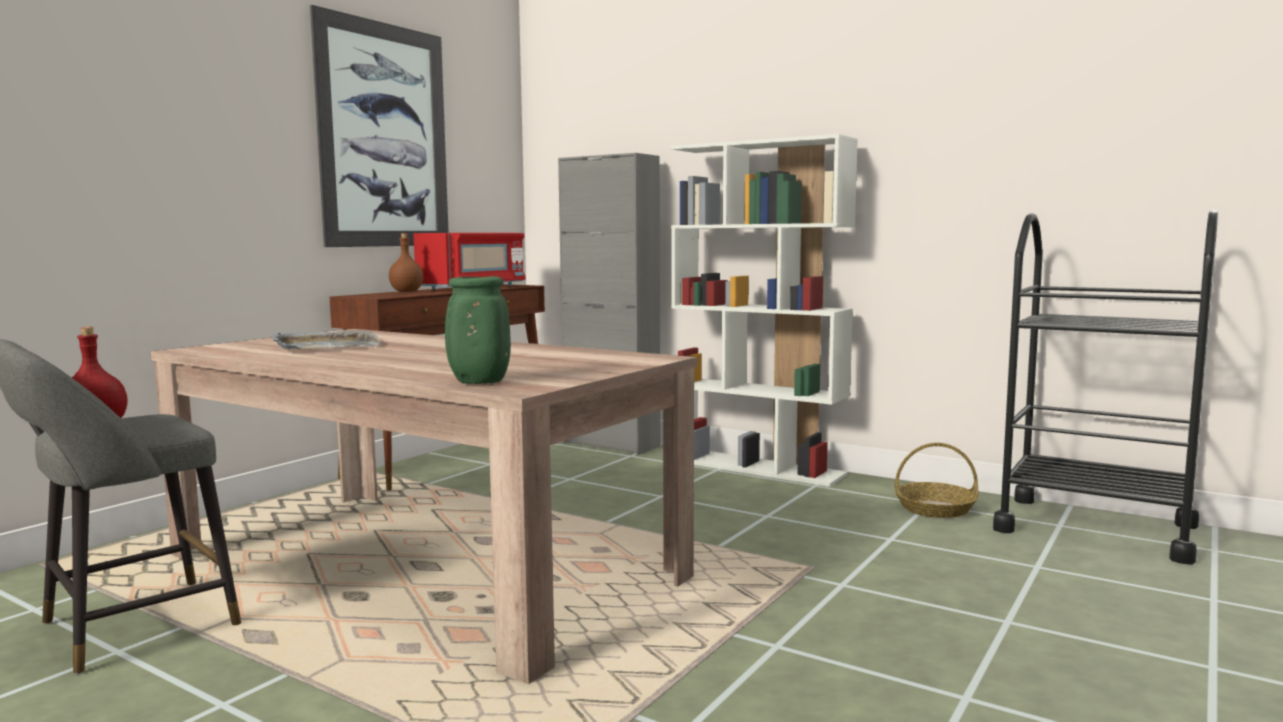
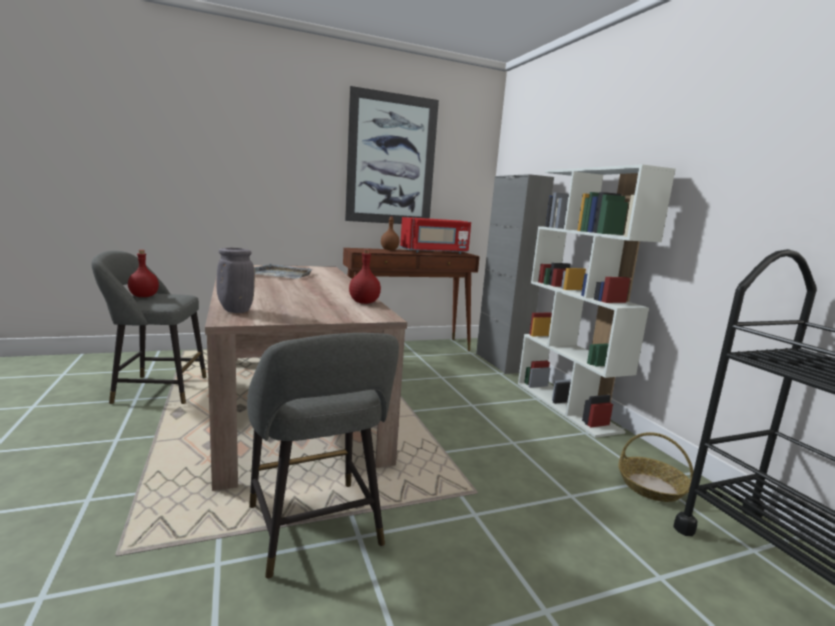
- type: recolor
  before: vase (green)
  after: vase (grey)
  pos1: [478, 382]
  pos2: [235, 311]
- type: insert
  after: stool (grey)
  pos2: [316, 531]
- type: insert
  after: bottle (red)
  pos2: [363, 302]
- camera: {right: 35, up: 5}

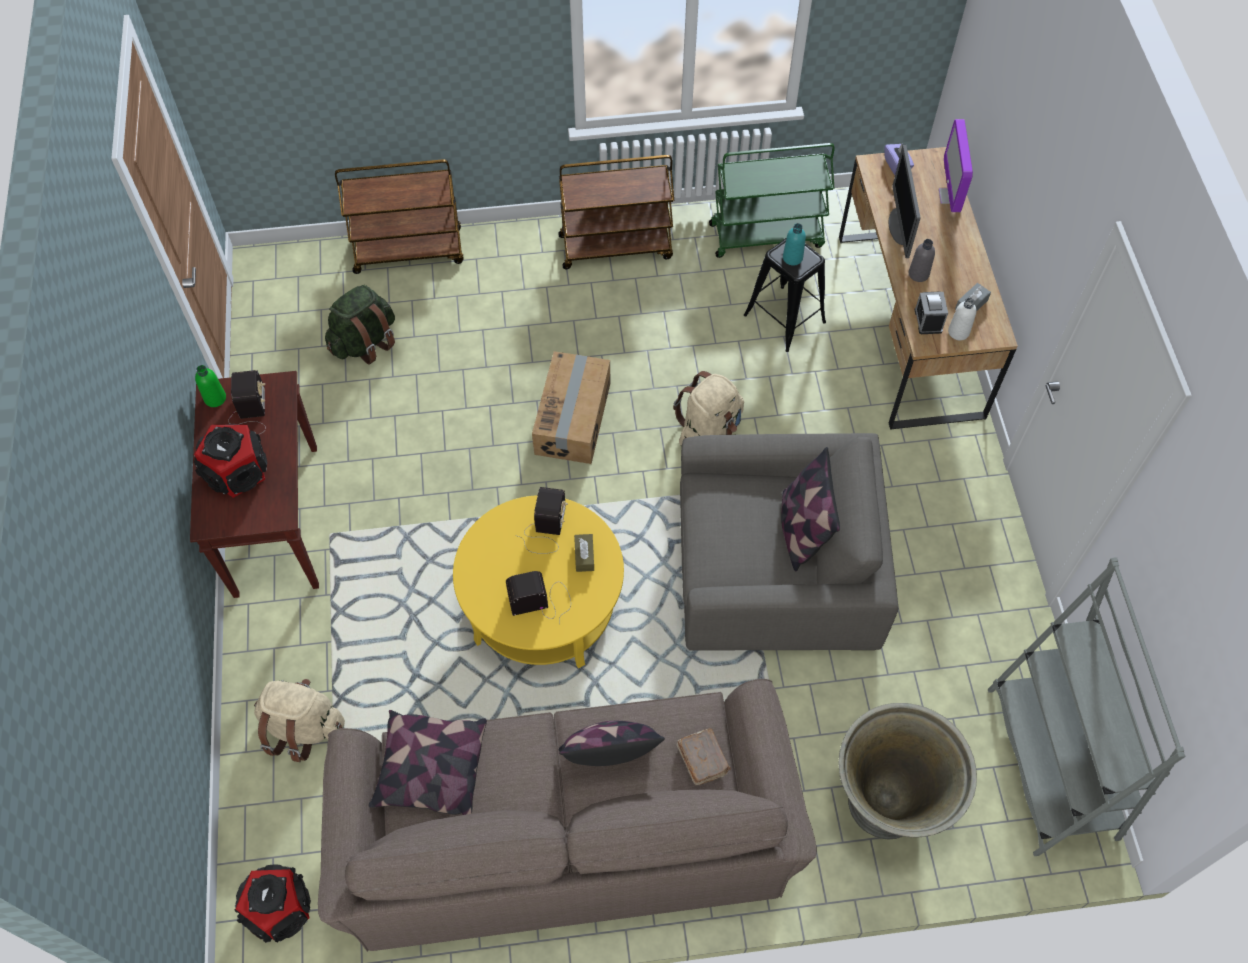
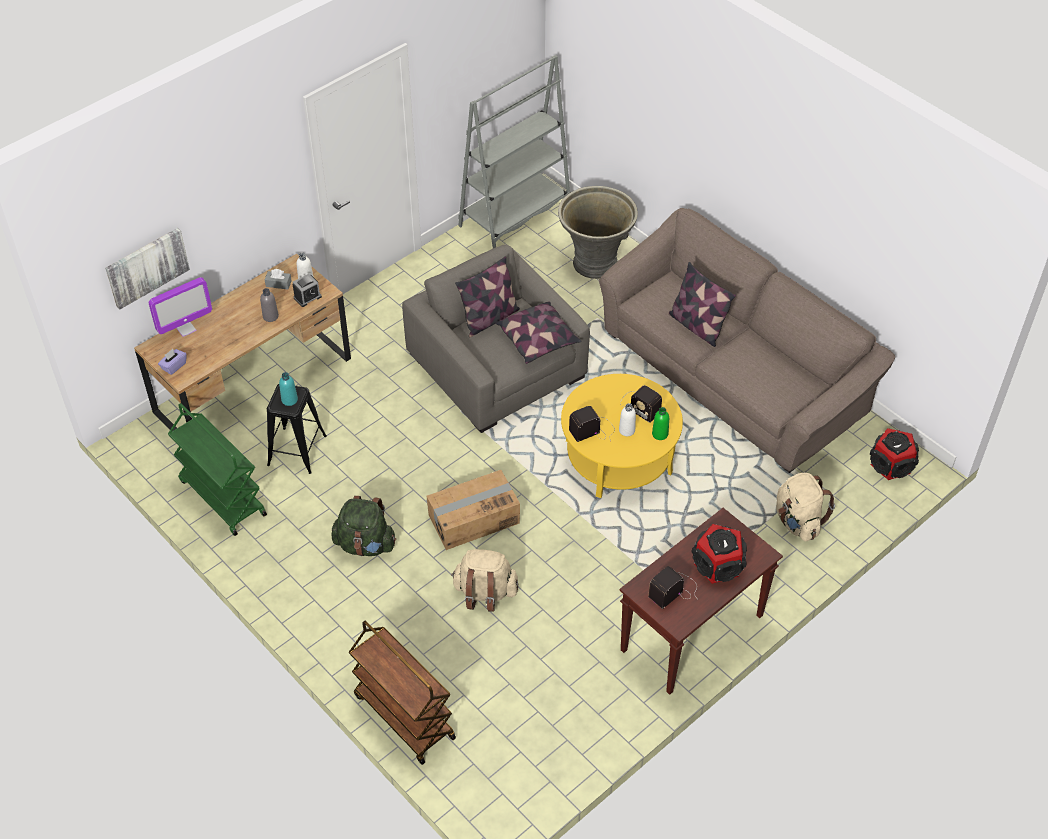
- type: move
  before: bottle (green)
  pos1: [215, 398]
  pos2: [660, 434]
- type: move
  before: backpack (green)
  pos1: [364, 342]
  pos2: [365, 544]
- type: move
  before: pillow
  pos1: [430, 769]
  pos2: [539, 340]
- type: delete
  before: cart (brown)
  pos1: [616, 246]
- type: delete
  before: tissue box (brown)
  pos1: [584, 556]
- type: move
  before: backpack (beige)
  pos1: [709, 431]
  pos2: [485, 593]
- type: delete
  before: book (brown)
  pos1: [702, 759]
- type: delete
  before: monitor
  pos1: [899, 227]
- type: insert
  after: picture
  pos2: [147, 267]
- type: insert
  after: bottle (white)
  pos2: [627, 430]
- camera: {right: -125, up: -10}

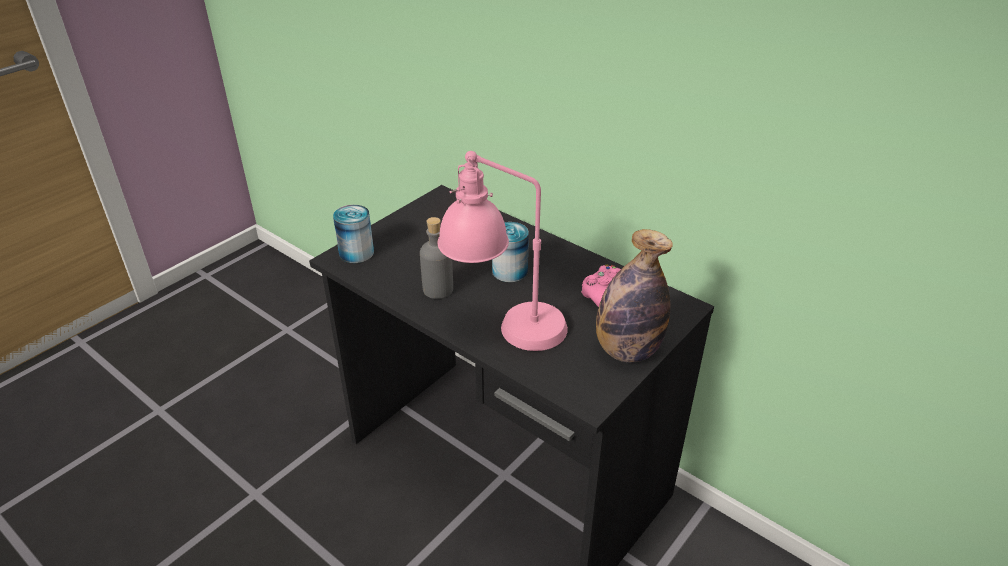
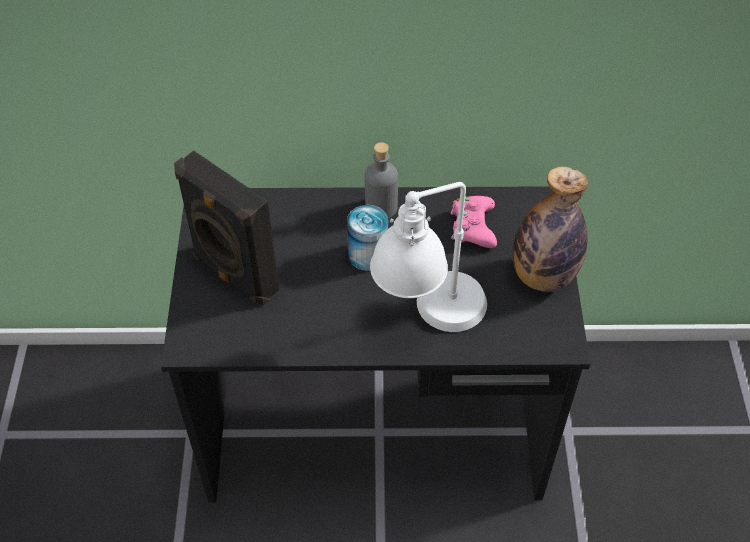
- type: delete
  before: can
  pos1: [356, 253]
- type: move
  before: bottle (grey)
  pos1: [438, 289]
  pos2: [381, 207]
- type: recolor
  before: table lamp (pink)
  after: table lamp (white)
  pos1: [504, 329]
  pos2: [429, 321]
- type: insert
  after: speaker (black)
  pos2: [234, 275]
- camera: {right: -40, up: 15}

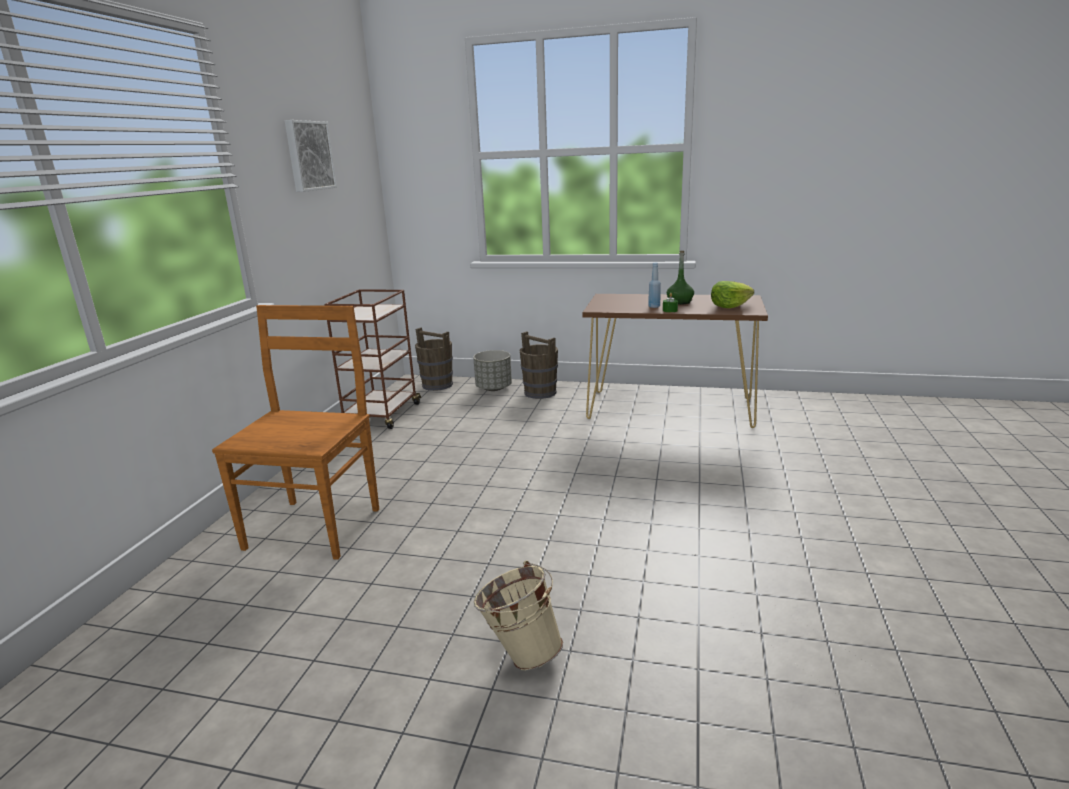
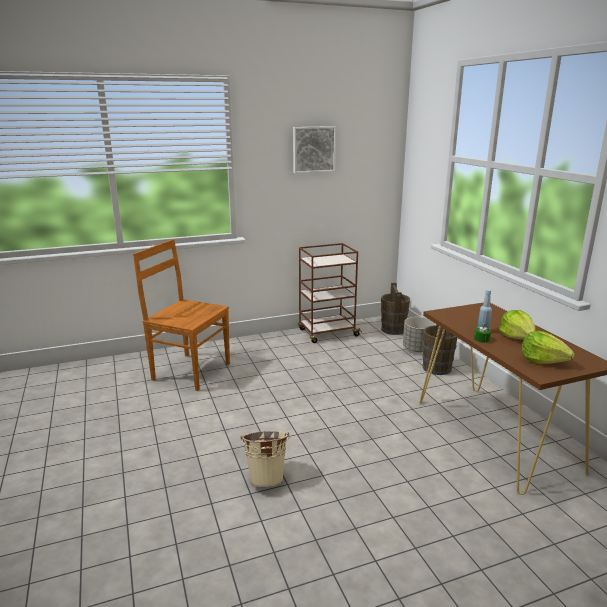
- type: rotate
  before: chair (brown)
  pos1: [315, 526]
  pos2: [189, 371]
  turn: -135
- type: move
  before: bucket (beige)
  pos1: [520, 653]
  pos2: [266, 478]
- type: replace
  before: bottle (green)
  after: lettuce
  pos1: [679, 302]
  pos2: [517, 337]
- camera: {right: 55, up: 0}

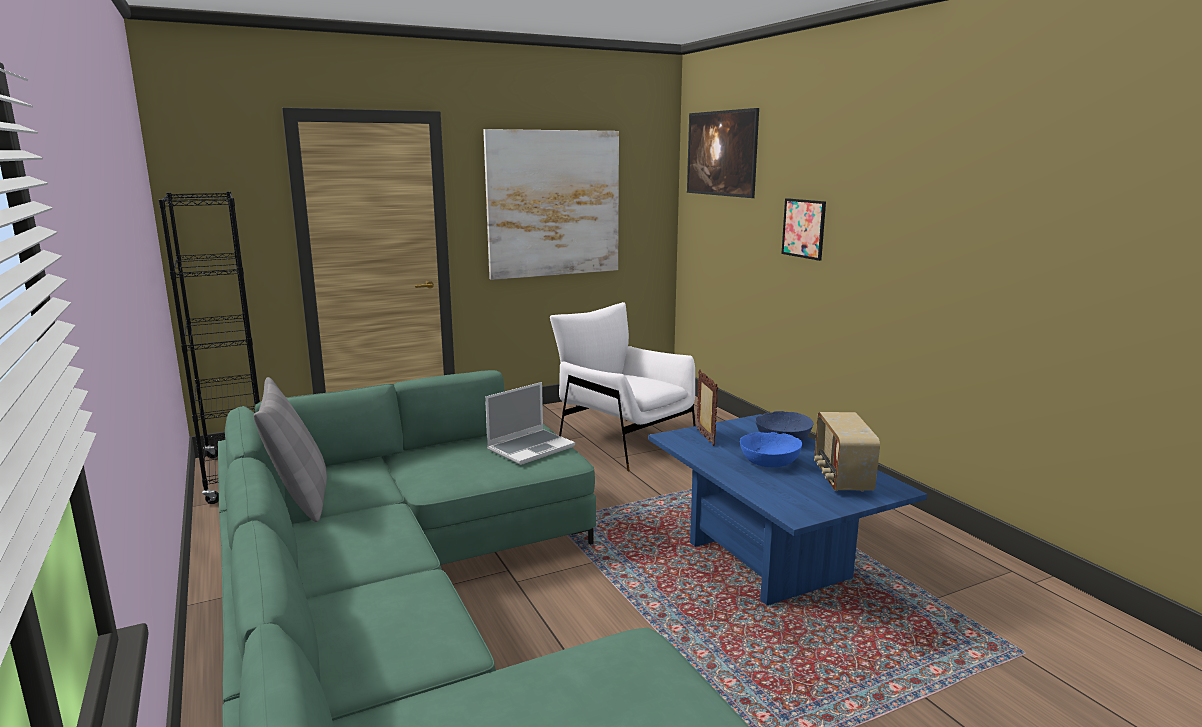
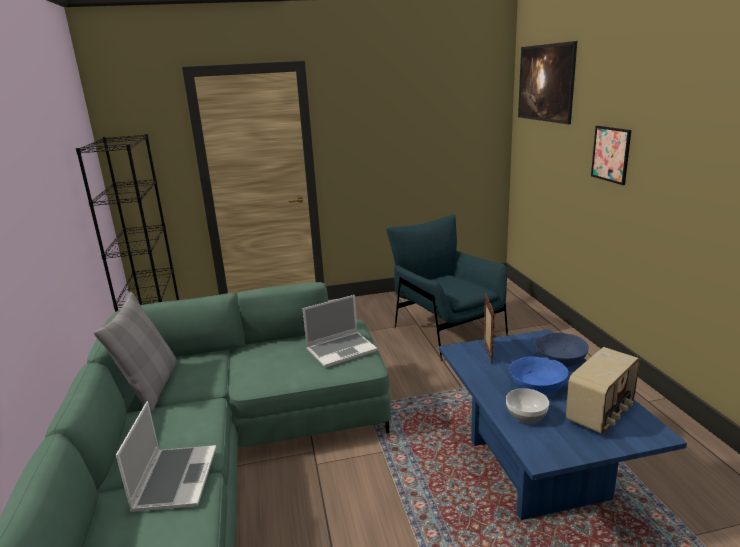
- type: delete
  before: picture
  pos1: [553, 204]
- type: recolor
  before: armchair (white)
  after: armchair (blue)
  pos1: [623, 442]
  pos2: [447, 331]
- type: rotate
  before: radio
  pos1: [841, 478]
  pos2: [601, 414]
  turn: -150
- type: insert
  after: laptop
  pos2: [175, 478]
- type: insert
  after: bowl
  pos2: [526, 415]
- camera: {right: 15, up: 5}

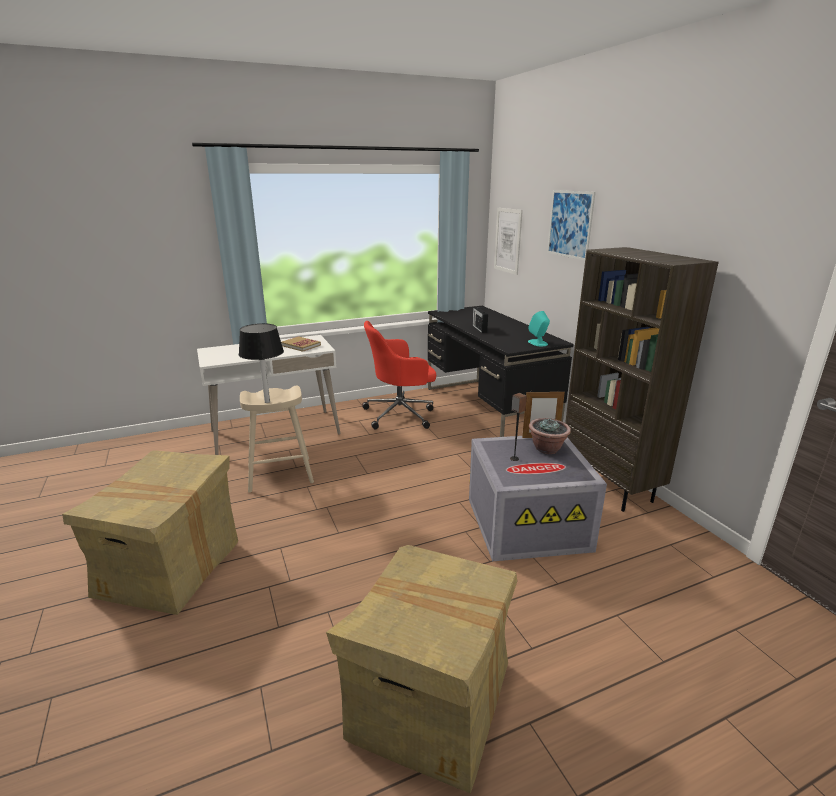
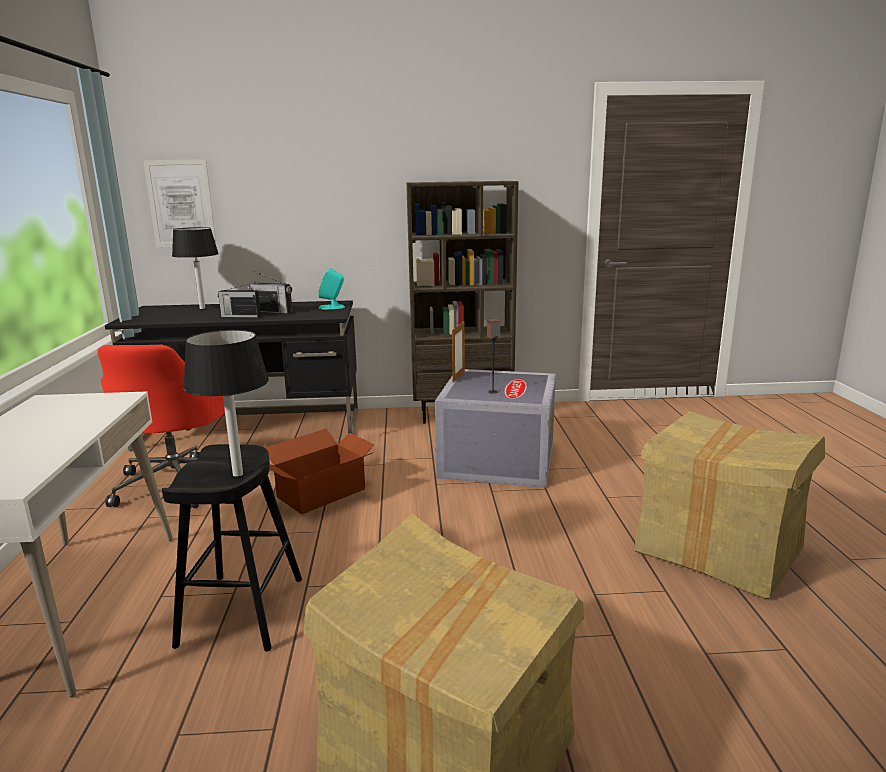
- type: recolor
  before: stool (beige)
  after: stool (black)
  pos1: [280, 474]
  pos2: [242, 611]
- type: delete
  before: book
  pos1: [300, 345]
- type: delete
  before: potted plant
  pos1: [547, 449]
- type: delete
  before: picture
  pos1: [570, 224]
- type: insert
  after: table lamp (black)
  pos2: [202, 308]
- type: insert
  after: radio
  pos2: [272, 312]
- type: insert
  after: cardboard box
  pos2: [322, 493]
- camera: {right: -70, up: -5}

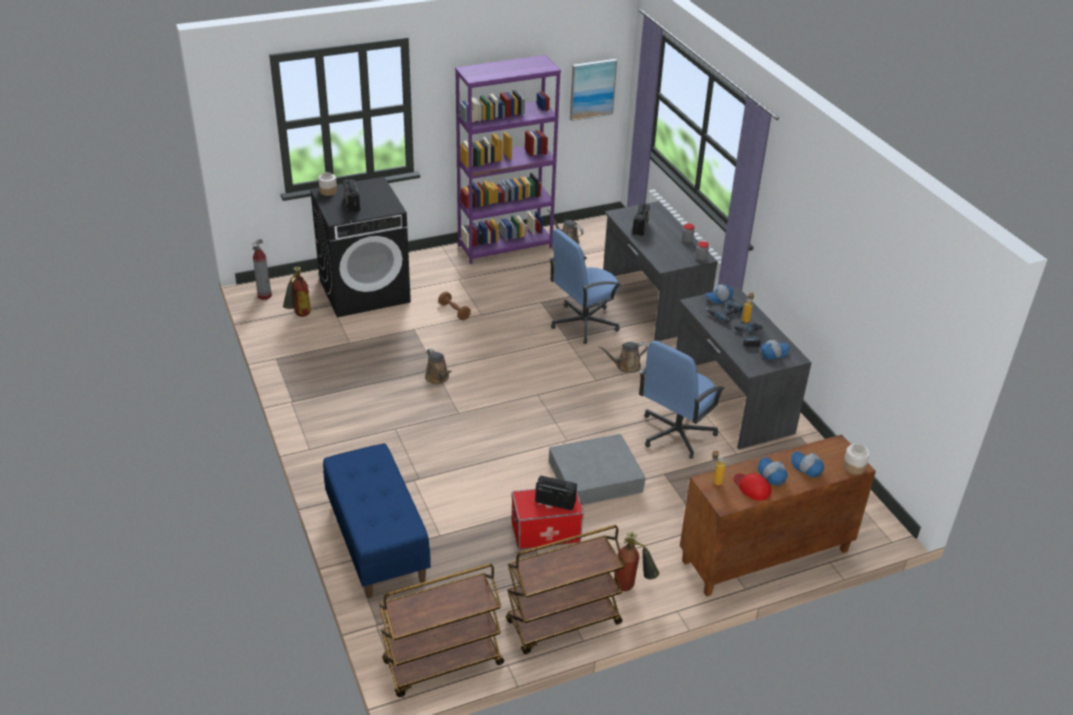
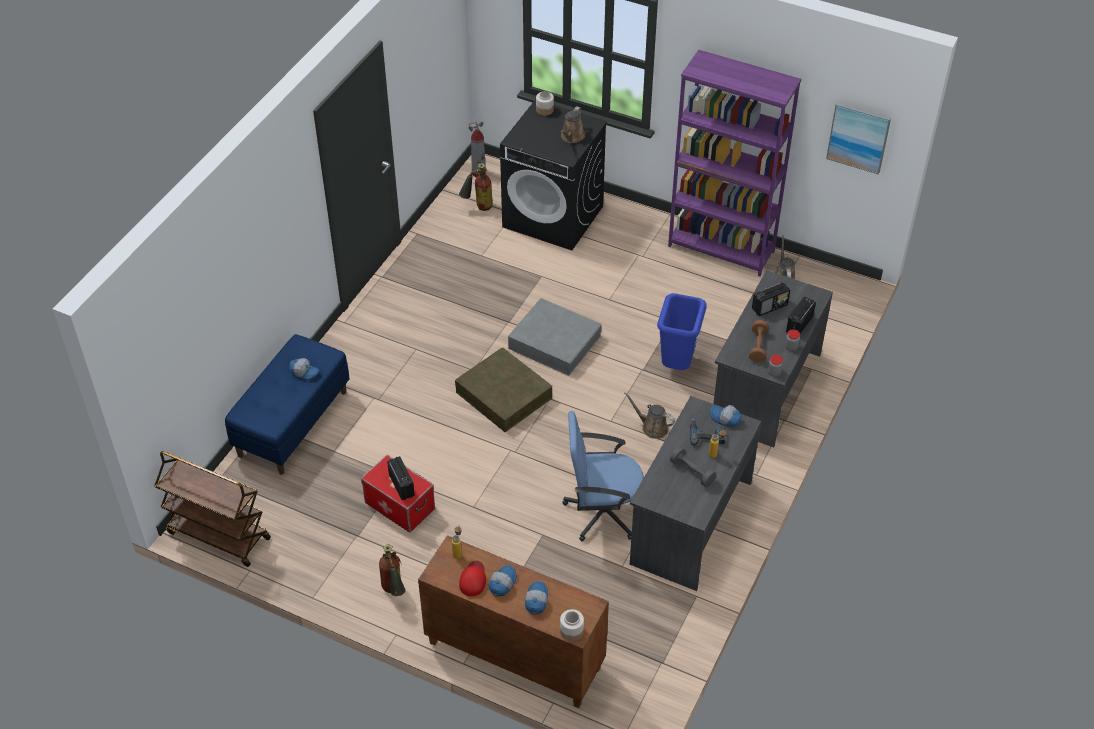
- type: move
  before: radio
  pos1: [352, 204]
  pos2: [799, 325]
- type: move
  before: watering can (brown)
  pos1: [438, 378]
  pos2: [572, 137]
- type: move
  before: dumbbell (brown)
  pos1: [454, 311]
  pos2: [758, 346]
- type: delete
  before: cart (brown)
  pos1: [563, 623]
- type: replace
  before: office chair (blue)
  after: trash can (blue)
  pos1: [583, 323]
  pos2: [677, 365]
- type: move
  before: storage box (grey)
  pos1: [595, 476]
  pos2: [554, 342]
- type: replace
  before: power drill
  after: dumbbell (grey)
  pos1: [752, 337]
  pos2: [692, 472]
- type: move
  before: cap
  pos1: [773, 353]
  pos2: [304, 372]
- type: insert
  after: storage box (brown)
  pos2: [504, 395]
- camera: {right: 50, up: 10}

